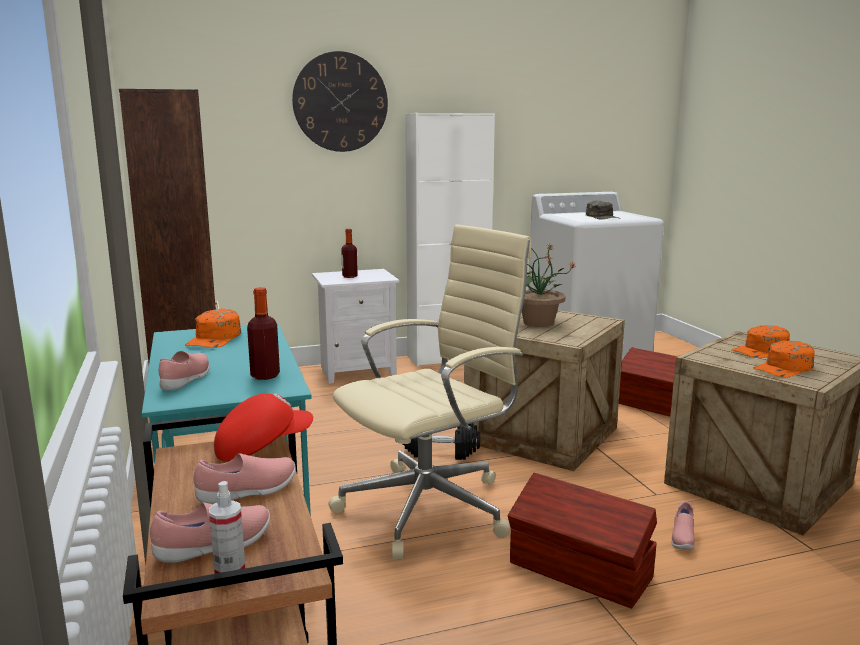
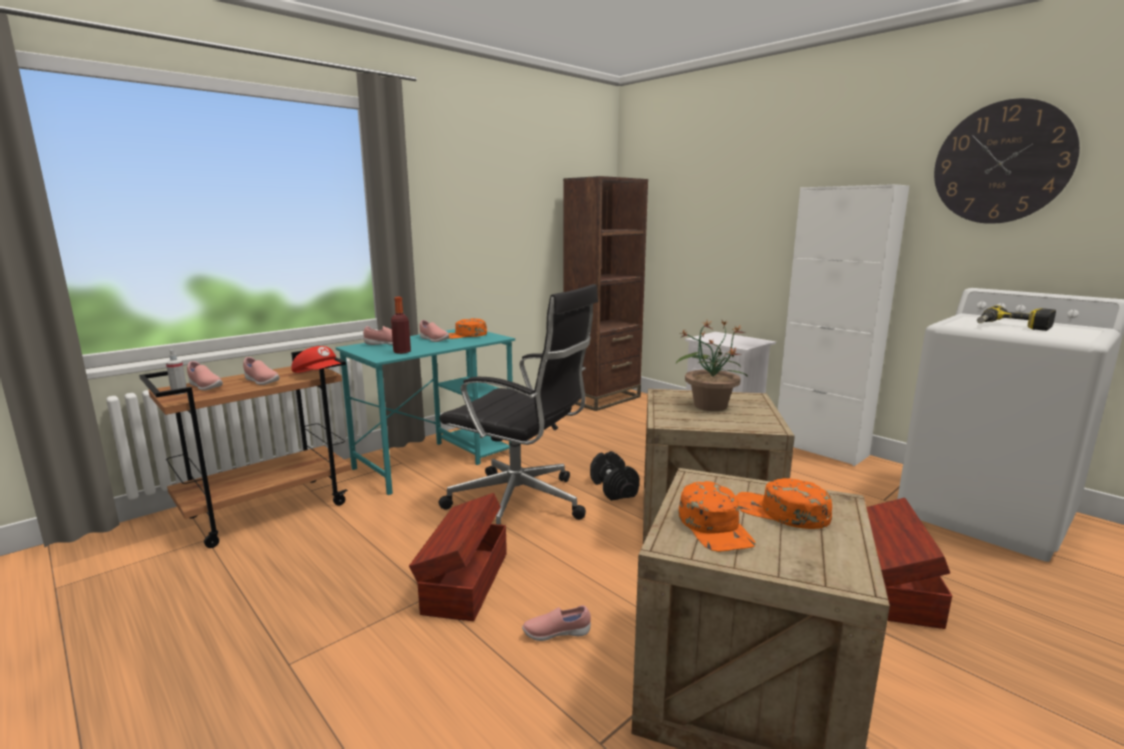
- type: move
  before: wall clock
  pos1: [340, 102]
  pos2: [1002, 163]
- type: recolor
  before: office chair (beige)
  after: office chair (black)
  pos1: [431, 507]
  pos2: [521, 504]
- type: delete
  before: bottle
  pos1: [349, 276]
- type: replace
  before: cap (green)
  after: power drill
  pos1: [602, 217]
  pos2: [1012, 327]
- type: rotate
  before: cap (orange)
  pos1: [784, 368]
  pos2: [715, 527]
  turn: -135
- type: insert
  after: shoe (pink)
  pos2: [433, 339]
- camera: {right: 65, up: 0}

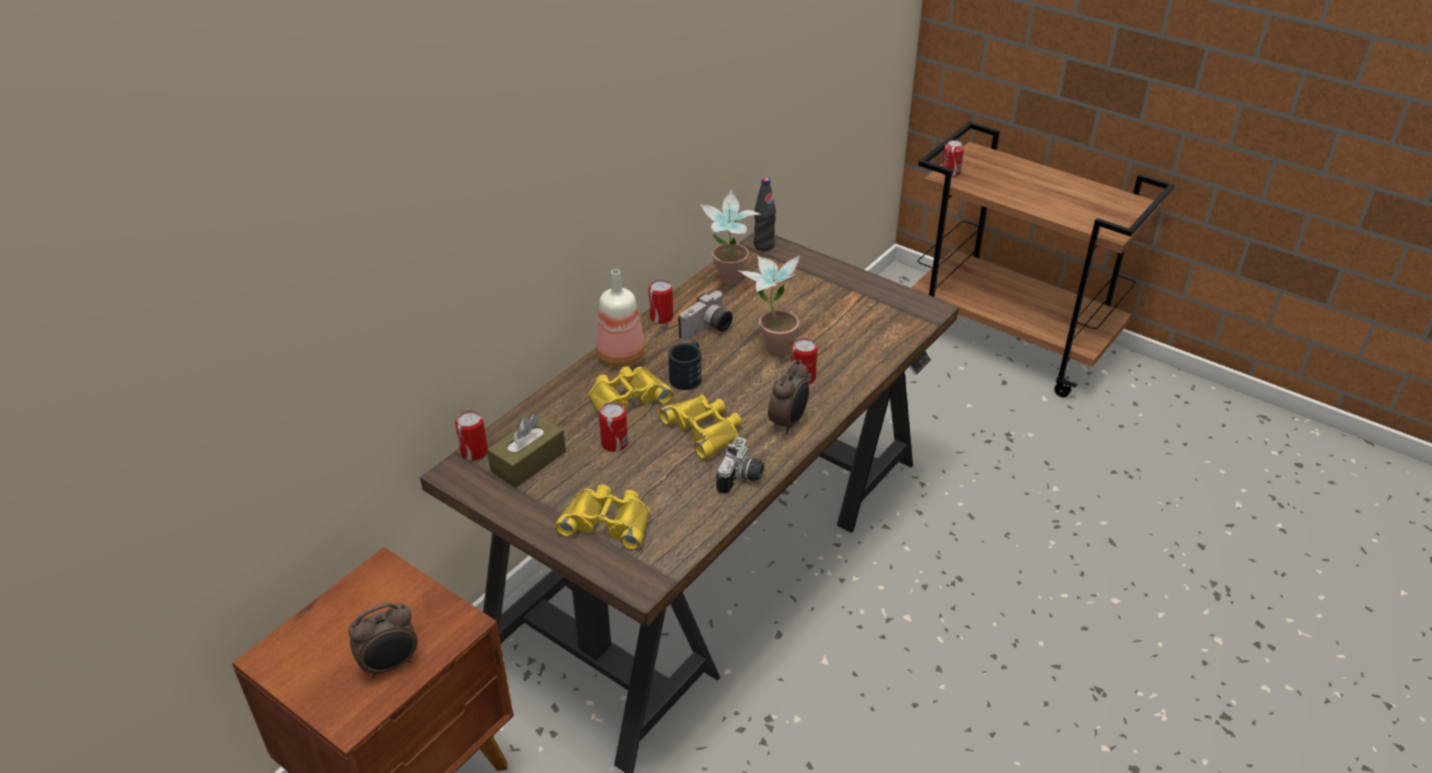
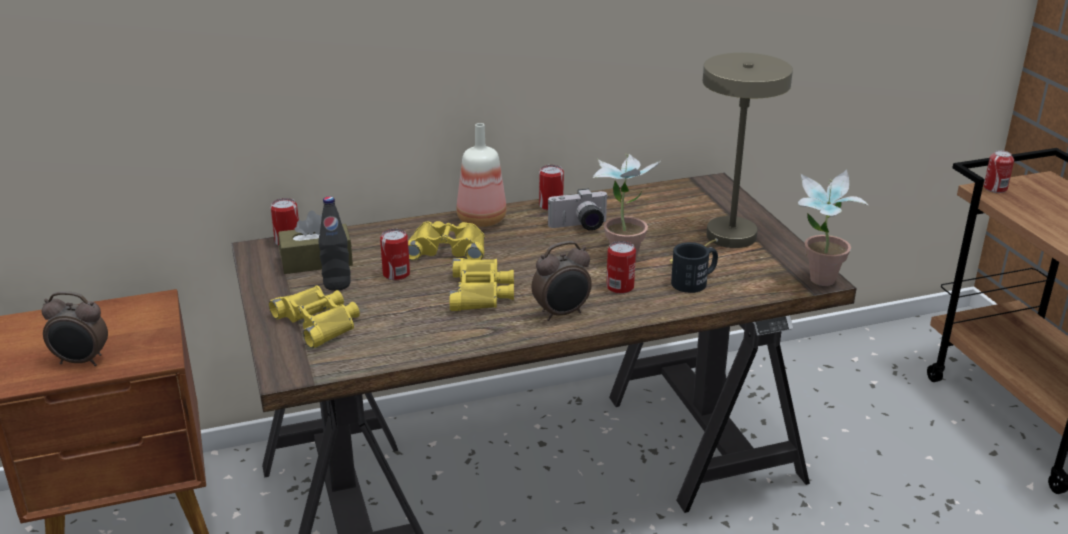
- type: move
  before: mug (black)
  pos1: [688, 375]
  pos2: [695, 281]
- type: move
  before: potted plant
  pos1: [728, 284]
  pos2: [817, 283]
- type: delete
  before: photo camera
  pos1: [742, 479]
- type: move
  before: bottle (black)
  pos1: [764, 245]
  pos2: [337, 284]
- type: insert
  after: table lamp (beige)
  pos2: [725, 240]
- camera: {right: 35, up: -10}

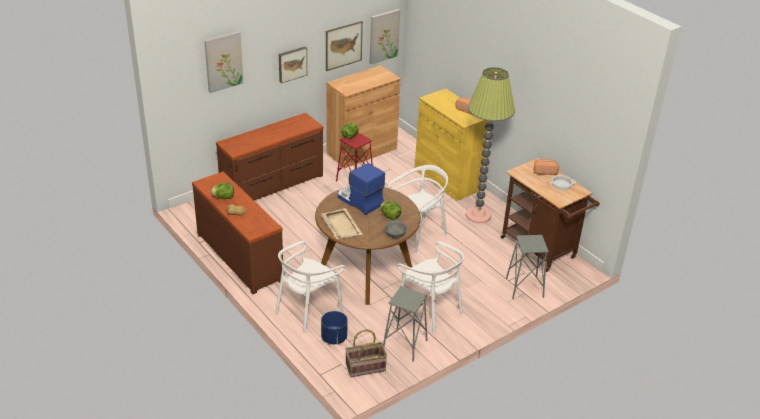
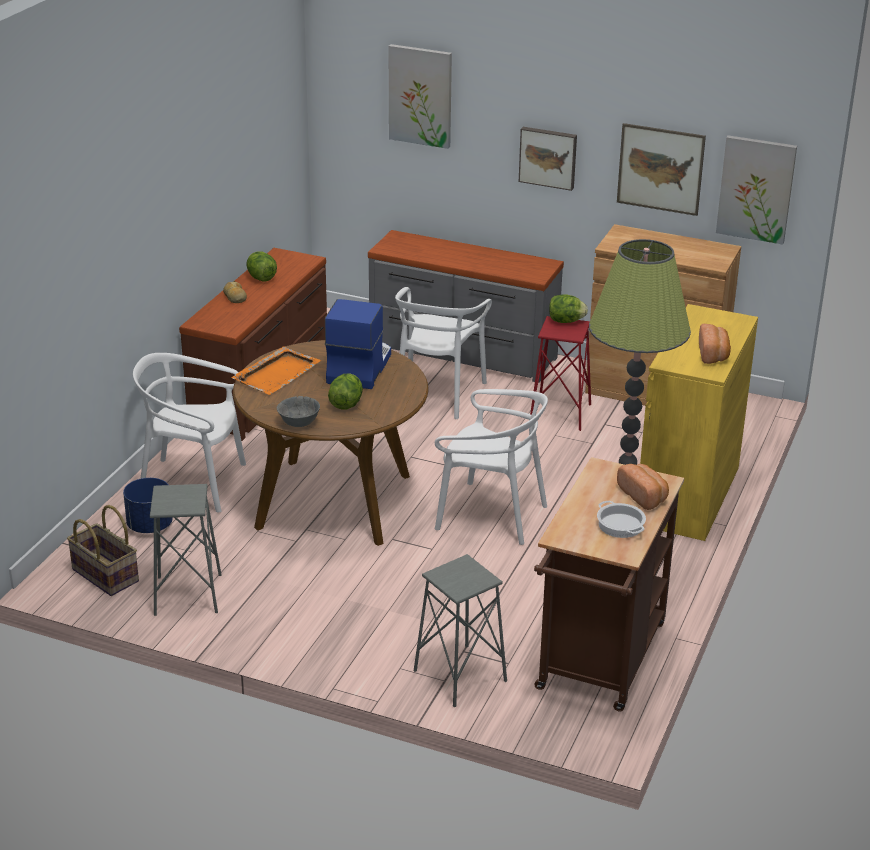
- type: recolor
  before: dresser (brown)
  after: dresser (grey)
  pos1: [273, 185]
  pos2: [462, 353]
- type: recolor
  before: tray (beige)
  after: tray (orange)
  pos1: [341, 225]
  pos2: [277, 373]
- type: move
  before: chair (white)
  pos1: [429, 310]
  pos2: [437, 394]
- camera: {right: 60, up: -5}

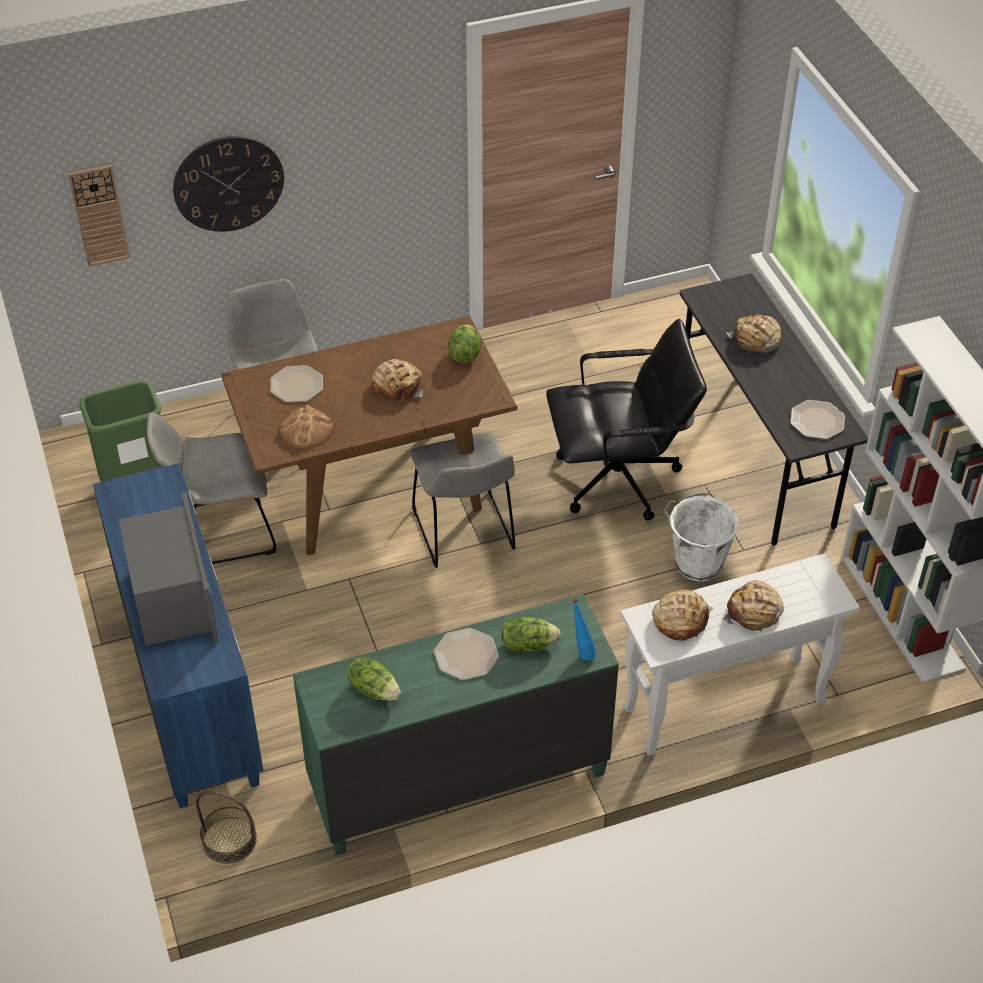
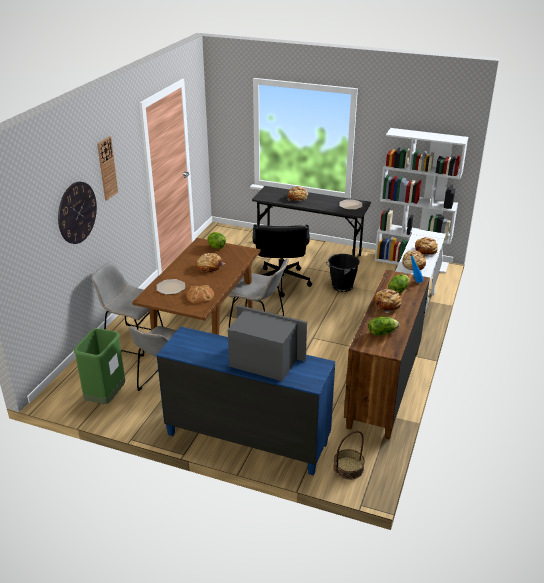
- type: move
  before: wall clock
  pos1: [99, 215]
  pos2: [107, 168]
- type: recolor
  before: dresser (green)
  after: dresser (brown)
  pos1: [457, 780]
  pos2: [383, 388]
- type: replace
  before: plate
  after: bread
  pos1: [467, 655]
  pos2: [388, 305]
- type: rotate
  before: office chair (black)
  pos1: [619, 479]
  pos2: [280, 282]
  turn: 150
- type: recolor
  before: bucket (white)
  after: bucket (black)
  pos1: [696, 563]
  pos2: [341, 286]
- camera: {right: -50, up: -15}

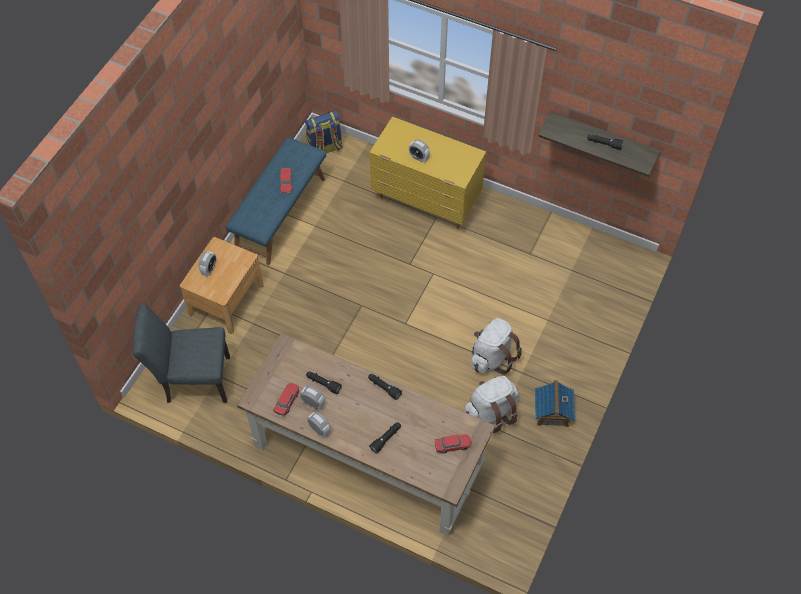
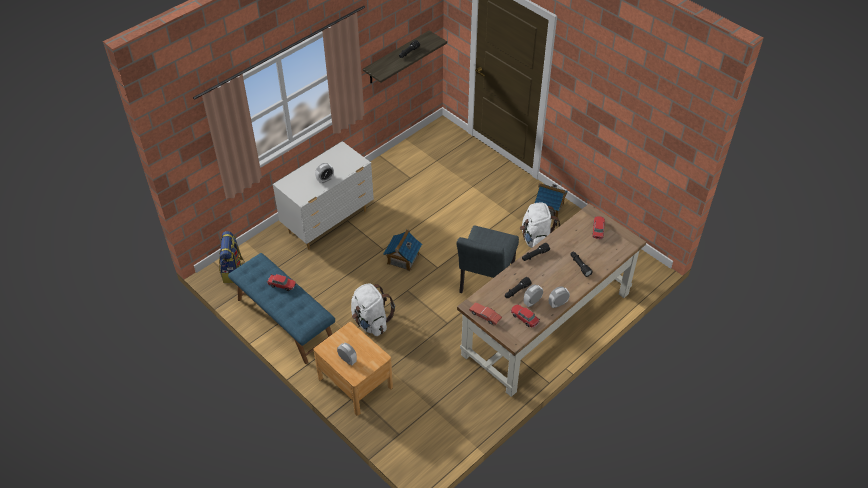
- type: move
  before: chair (grey)
  pos1: [192, 379]
  pos2: [484, 283]
- type: recolor
  before: dresser (yellow)
  after: dresser (white)
  pos1: [426, 202]
  pos2: [329, 222]
- type: move
  before: backpack (white)
  pos1: [492, 357]
  pos2: [371, 322]
- type: insert
  after: toy house
  pos2: [403, 259]
- type: insert
  after: toy car (red)
  pos2: [485, 316]
- camera: {right: -70, up: -10}

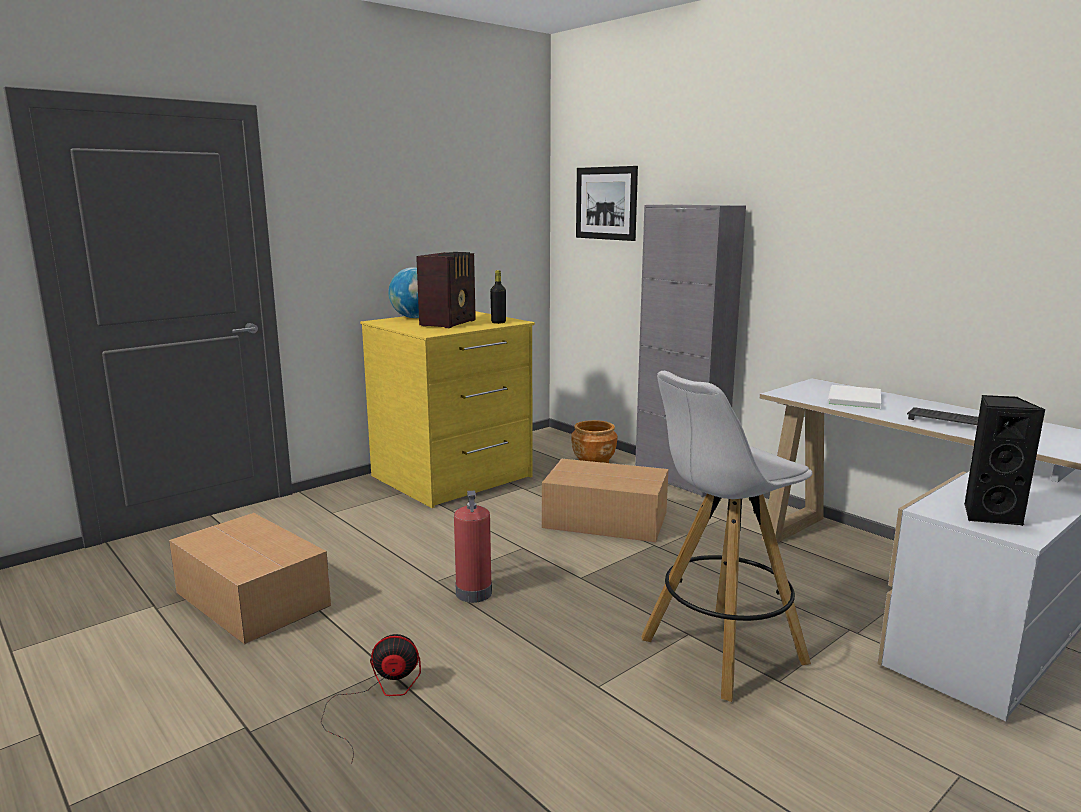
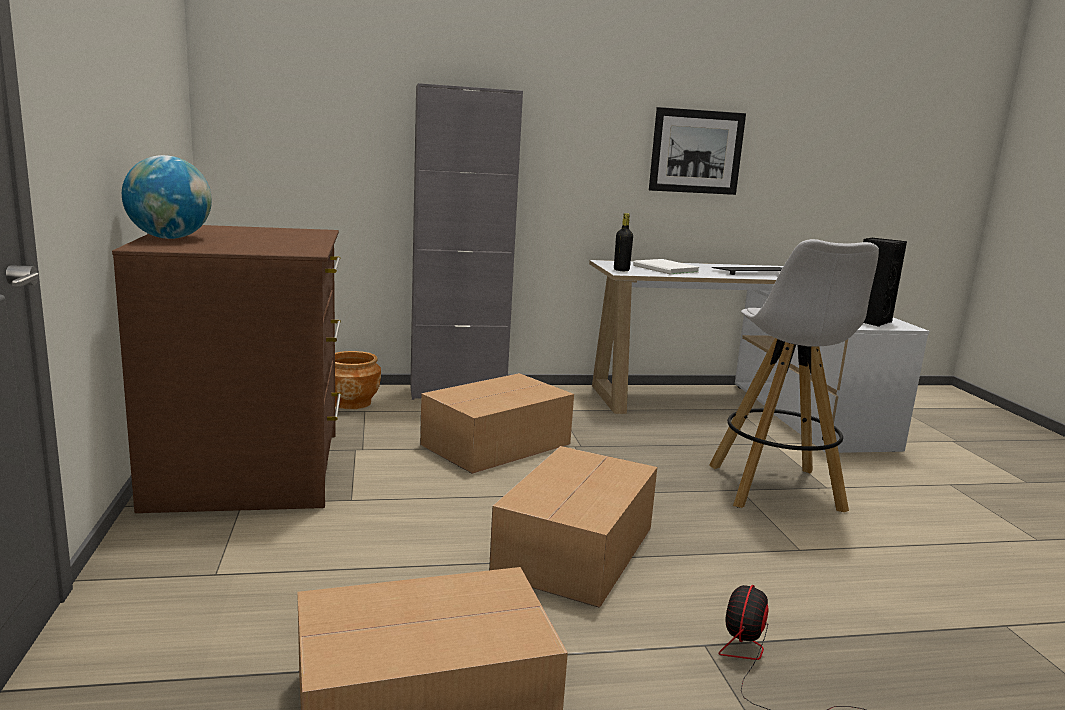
- type: recolor
  before: dresser (yellow)
  after: dresser (brown)
  pos1: [453, 477]
  pos2: [251, 470]
- type: delete
  before: radio
  pos1: [449, 323]
- type: replace
  before: fire extinguisher
  after: cardboard box
  pos1: [473, 592]
  pos2: [577, 549]
- type: move
  before: bottle (black)
  pos1: [498, 322]
  pos2: [621, 270]
- type: move
  before: picture
  pos1: [606, 203]
  pos2: [696, 151]
- camera: {right: -60, up: 0}

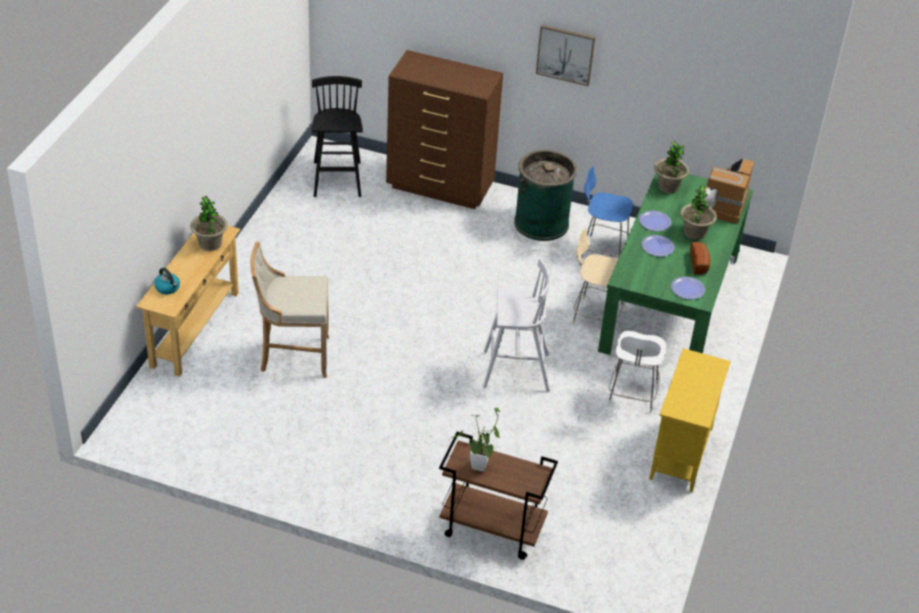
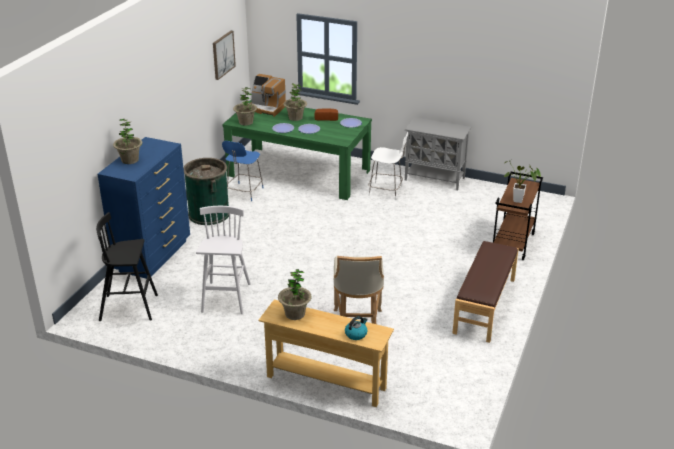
- type: recolor
  before: dresser (brown)
  after: dresser (blue)
  pos1: [440, 187]
  pos2: [154, 256]
- type: move
  before: stool (white)
  pos1: [514, 371]
  pos2: [226, 298]
- type: move
  before: picture
  pos1: [565, 54]
  pos2: [223, 54]
- type: delete
  before: chair (beige)
  pos1: [595, 315]
- type: recolor
  before: cabinet (yellow)
  after: cabinet (grey)
  pos1: [681, 454]
  pos2: [435, 179]
- type: insert
  after: potted plant
  pos2: [130, 160]
- type: insert
  after: bench (brown)
  pos2: [485, 306]
- camera: {right: -85, up: -10}

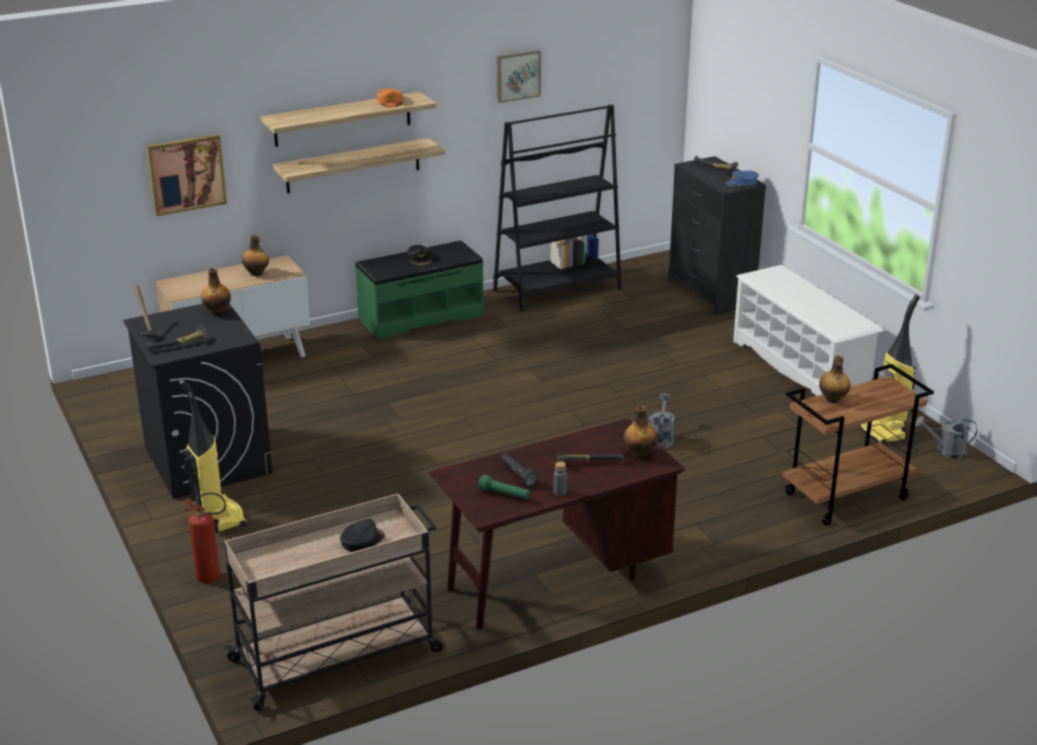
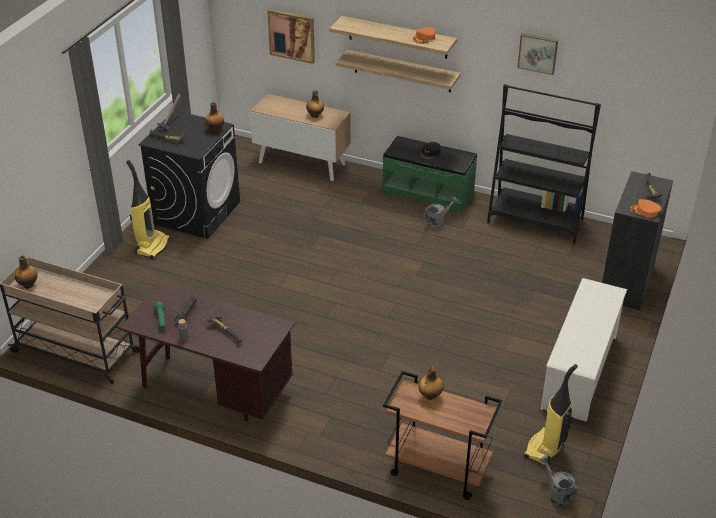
- type: delete
  before: fire extinguisher
  pos1: [214, 577]
- type: delete
  before: cap (black)
  pos1: [362, 540]
- type: move
  before: bottle
  pos1: [640, 453]
  pos2: [28, 285]
- type: move
  before: watering can (grey)
  pos1: [660, 438]
  pos2: [438, 222]
- type: recolor
  before: cap (blue)
  after: cap (orange)
  pos1: [742, 182]
  pos2: [645, 211]
- camera: {right: 50, up: 10}

